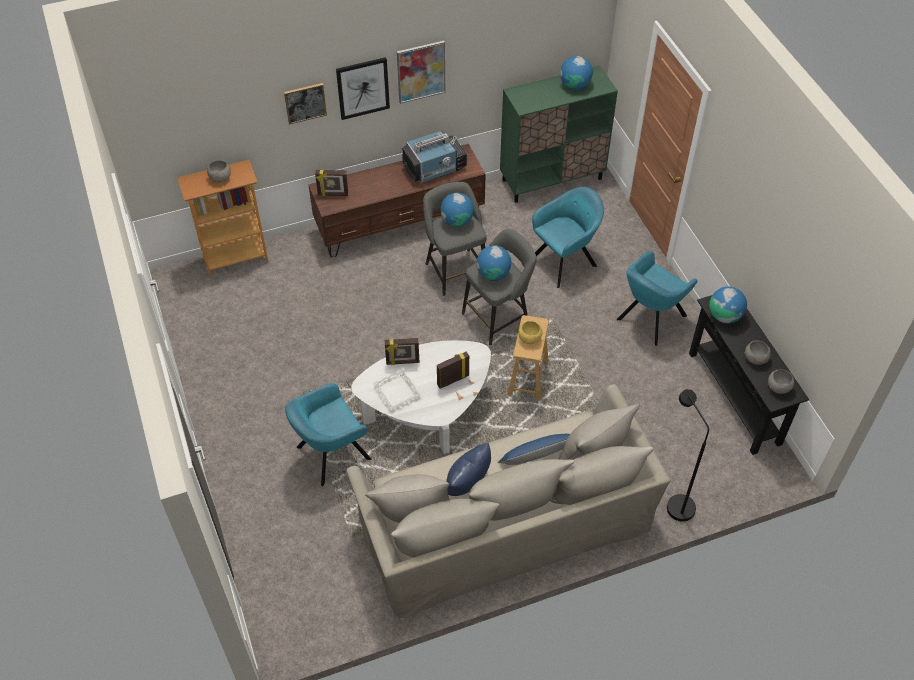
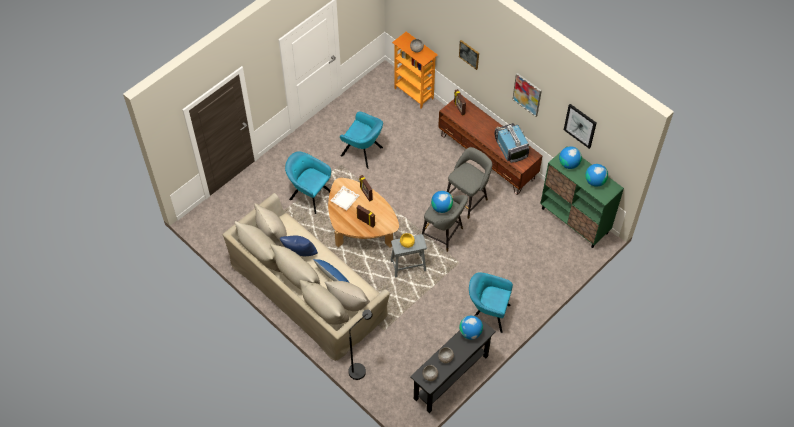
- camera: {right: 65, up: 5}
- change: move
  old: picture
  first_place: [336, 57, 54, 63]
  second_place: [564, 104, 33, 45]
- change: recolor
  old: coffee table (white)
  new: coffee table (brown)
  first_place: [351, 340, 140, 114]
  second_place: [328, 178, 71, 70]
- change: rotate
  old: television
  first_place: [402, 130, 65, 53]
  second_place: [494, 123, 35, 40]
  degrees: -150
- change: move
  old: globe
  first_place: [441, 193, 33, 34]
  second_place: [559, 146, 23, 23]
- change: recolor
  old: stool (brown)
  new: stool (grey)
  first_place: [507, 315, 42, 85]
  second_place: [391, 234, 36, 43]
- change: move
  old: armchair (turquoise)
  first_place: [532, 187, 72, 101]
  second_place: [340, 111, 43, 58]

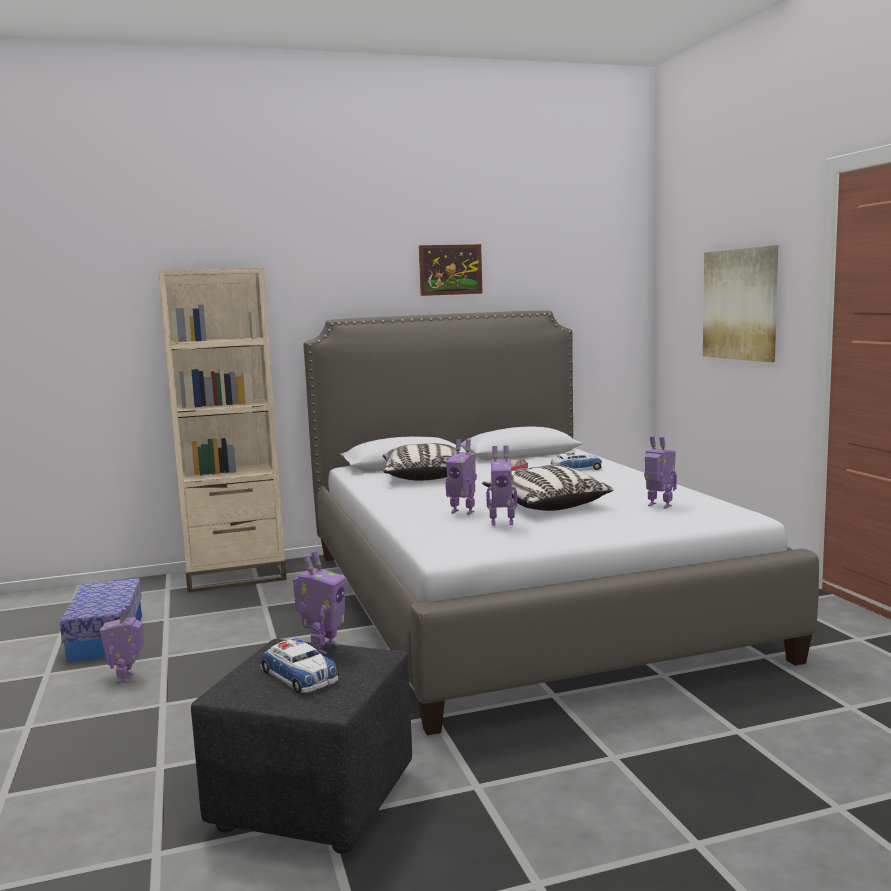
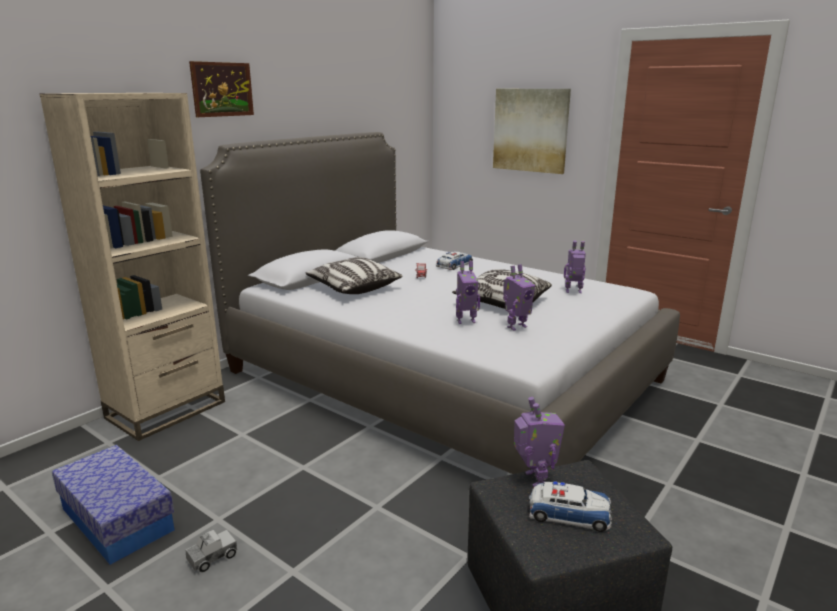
- camera: {right: -35, up: 10}
- change: replace
  old: toy robot
  new: toy truck
  first_place: [99, 604, 45, 80]
  second_place: [186, 530, 51, 42]
- change: move
  old: picture
  first_place: [419, 244, 64, 52]
  second_place: [189, 61, 65, 56]

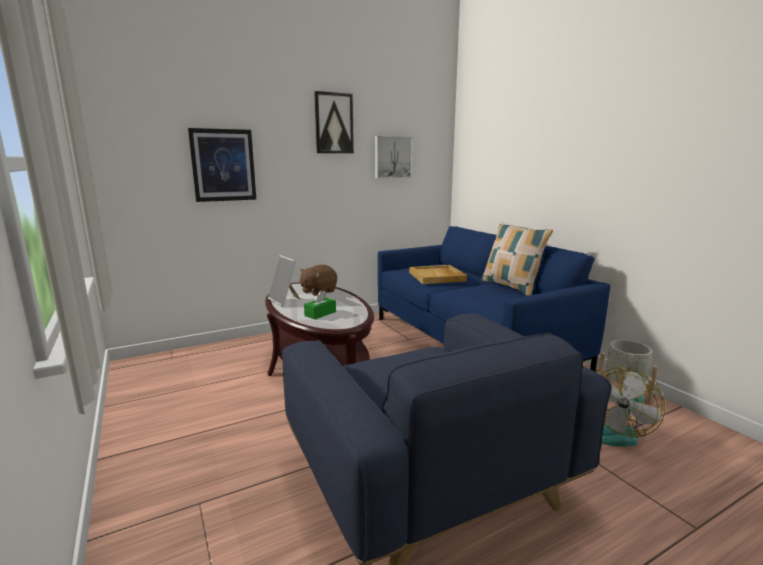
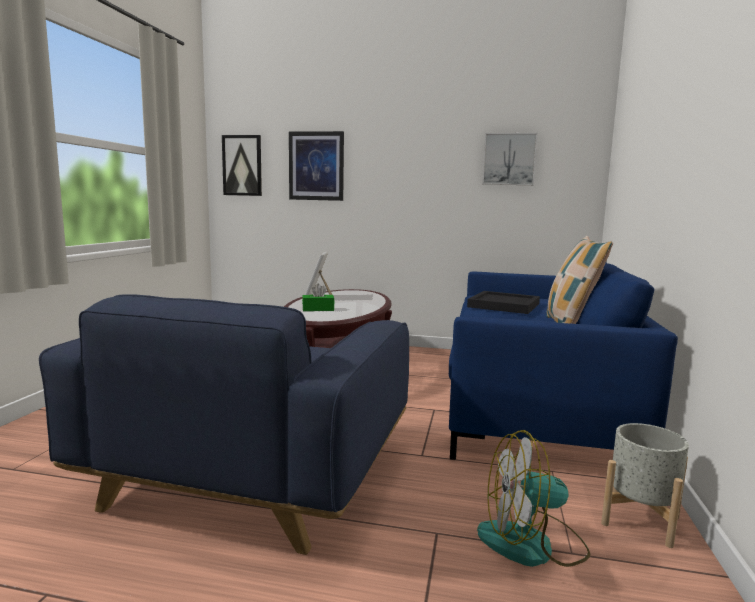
- camera: {right: 40, up: -5}
- change: delete
  old: plush toy (brown)
  first_place: [300, 265, 37, 31]
- change: move
  old: picture
  first_place: [314, 91, 40, 62]
  second_place: [222, 135, 40, 61]
- change: recolor
  old: tray (beige)
  new: tray (black)
  first_place: [409, 265, 58, 19]
  second_place: [467, 291, 73, 23]

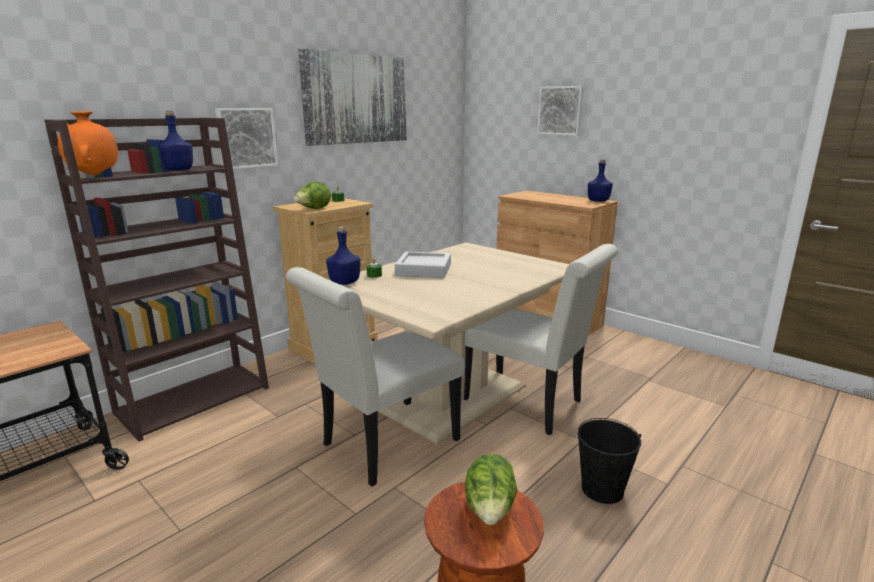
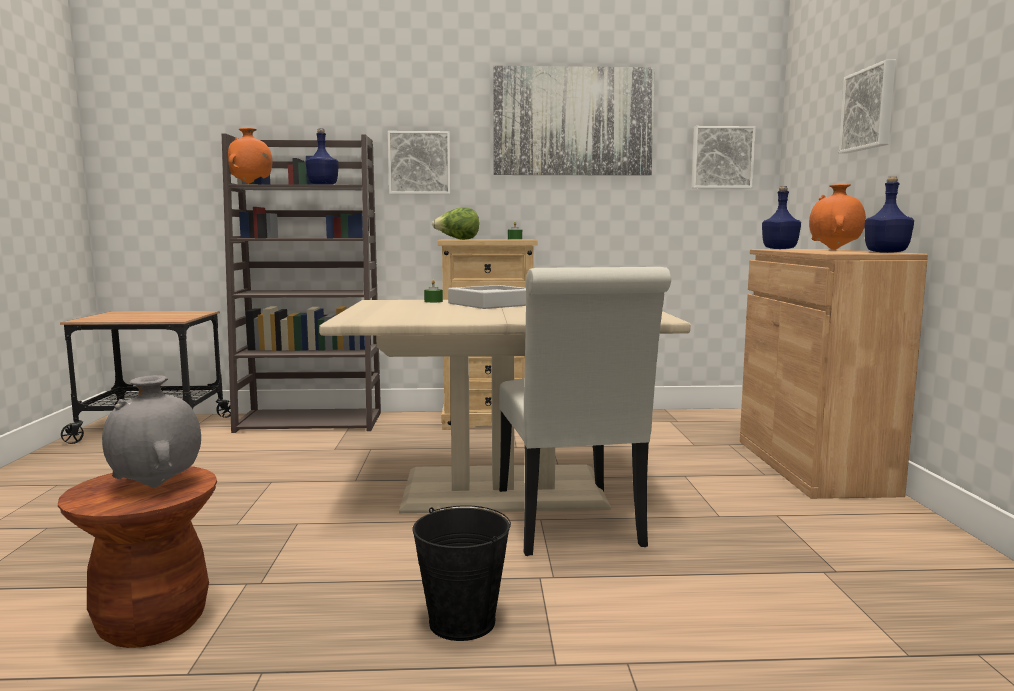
- camera: {right: 45, up: -10}
- change: delete
  old: chair (white)
  first_place: [286, 267, 179, 220]
- change: move
  old: bottle (blue)
  first_place: [326, 227, 35, 58]
  second_place: [762, 186, 39, 63]
- change: replace
  old: lettuce
  new: vase (grey)
  first_place: [465, 454, 52, 71]
  second_place: [102, 375, 99, 112]
- change: insert
  new: picture
  second_place: [691, 126, 65, 63]
- change: insert
  new: vase (orange)
  second_place: [809, 184, 57, 66]

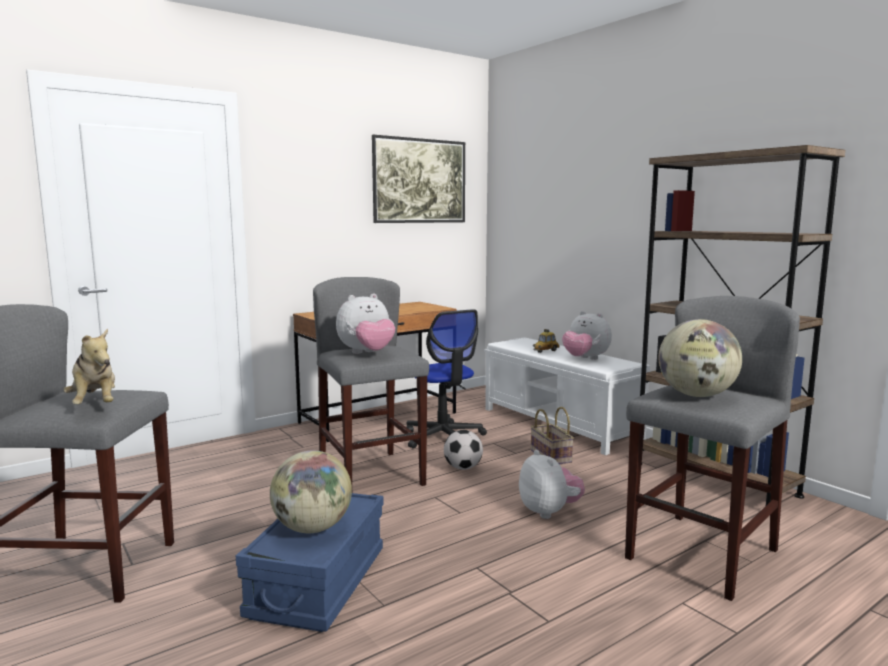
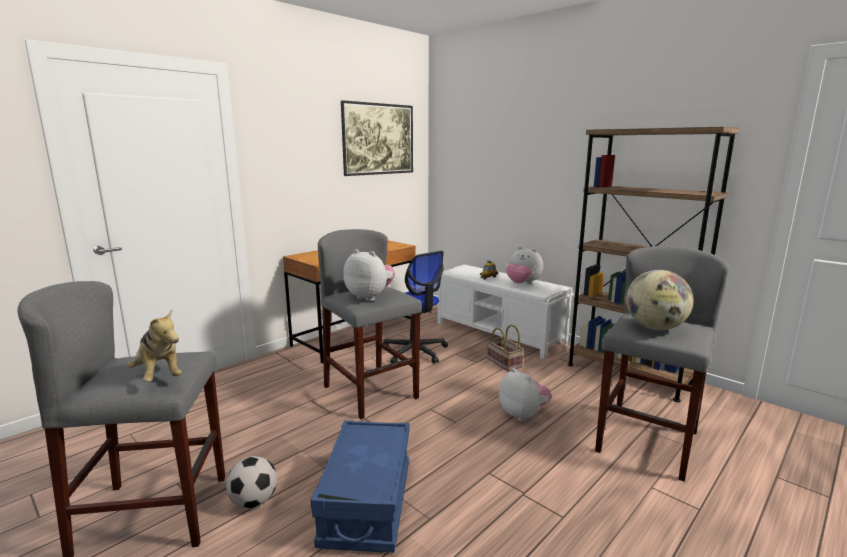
- camera: {right: -10, up: 5}
- change: delete
  old: globe
  first_place: [270, 451, 82, 82]
- change: rotate
  old: plush toy
  first_place: [336, 293, 59, 61]
  second_place: [343, 249, 52, 52]
  degrees: -105
- change: move
  old: football
  first_place: [444, 430, 39, 40]
  second_place: [226, 456, 51, 52]

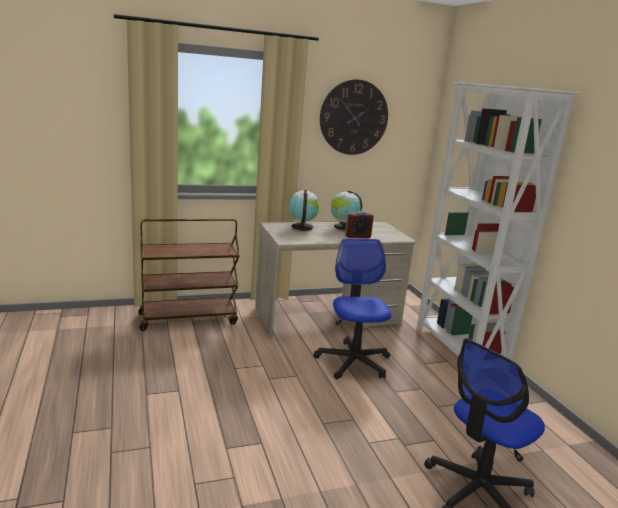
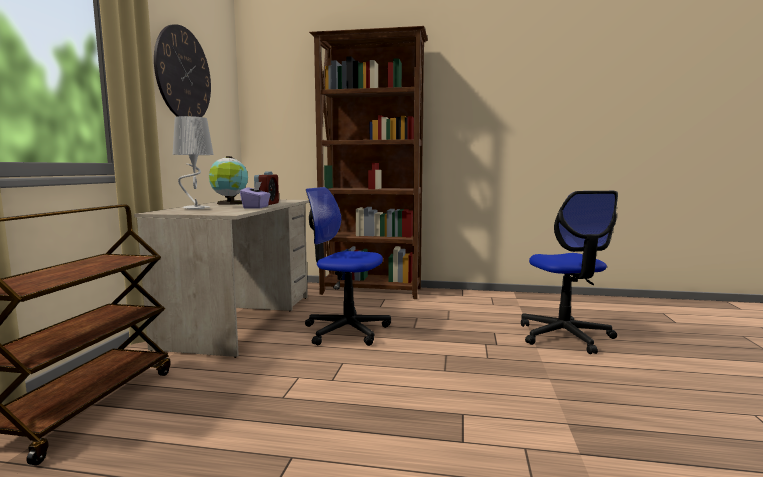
- camera: {right: -60, up: -10}
- change: replace
  old: globe
  new: table lamp (grey)
  first_place: [289, 190, 30, 41]
  second_place: [173, 116, 41, 93]
- change: recolor
  old: bookcase (white)
  new: bookcase (brown)
  first_place: [417, 82, 162, 278]
  second_place: [309, 26, 119, 273]
- change: insert
  new: tissue box (purple)
  second_place: [240, 182, 31, 27]

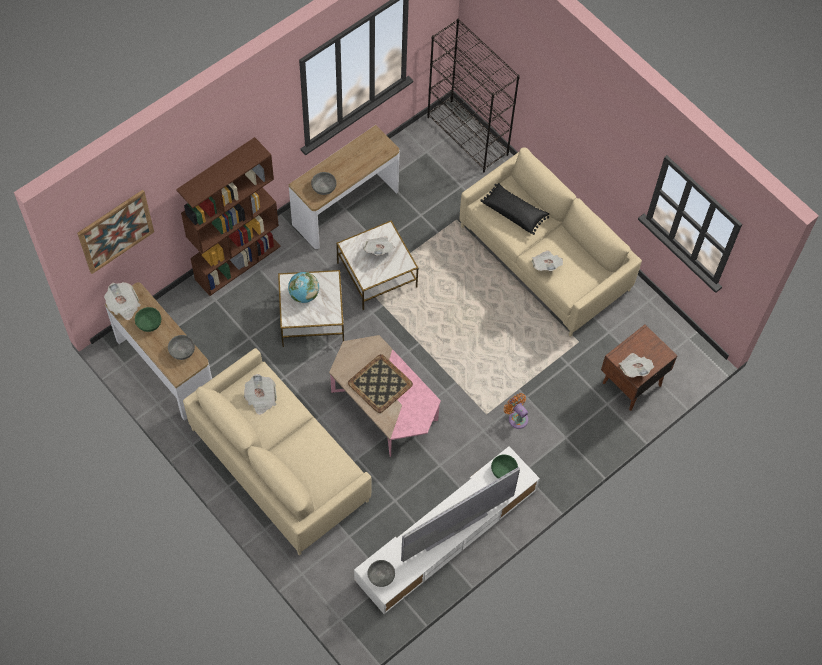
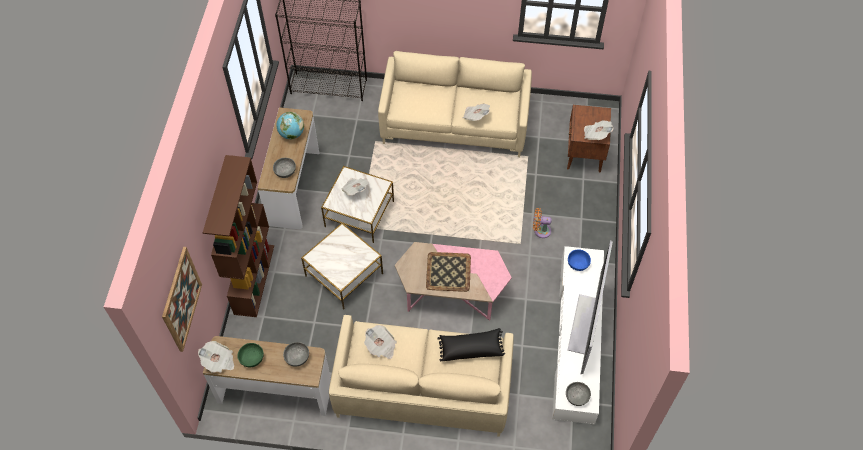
- camera: {right: -40, up: -5}
- change: move
  old: globe
  first_place: [288, 272, 31, 31]
  second_place: [277, 112, 27, 28]
- change: move
  old: pillow (black)
  first_place: [480, 183, 69, 52]
  second_place: [437, 328, 68, 34]
- change: recolor
  old: bowl (green)
  new: bowl (blue)
  first_place: [491, 454, 27, 25]
  second_place: [568, 249, 23, 22]

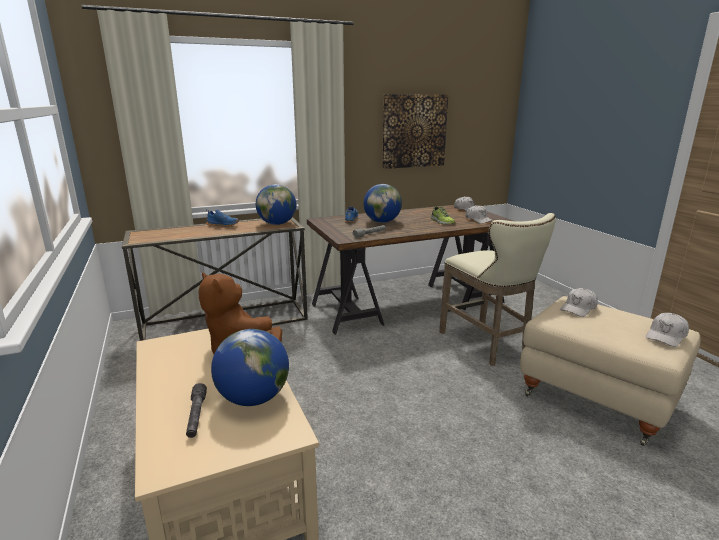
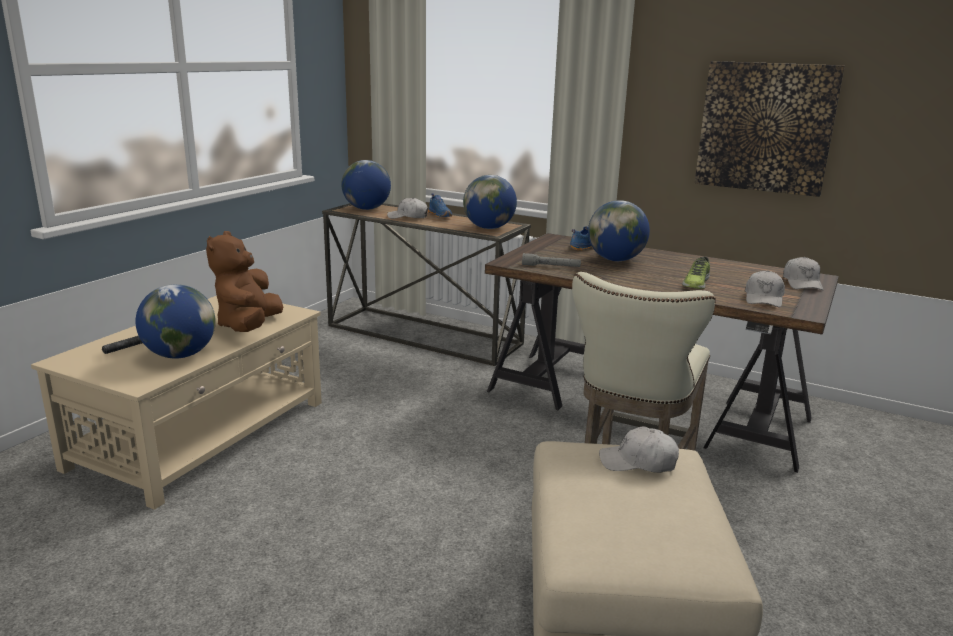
- camera: {right: 50, up: 0}
- change: move
  old: cap (white)
  first_place: [646, 313, 43, 34]
  second_place: [387, 198, 41, 21]
- change: insert
  new: globe
  second_place: [341, 160, 50, 50]

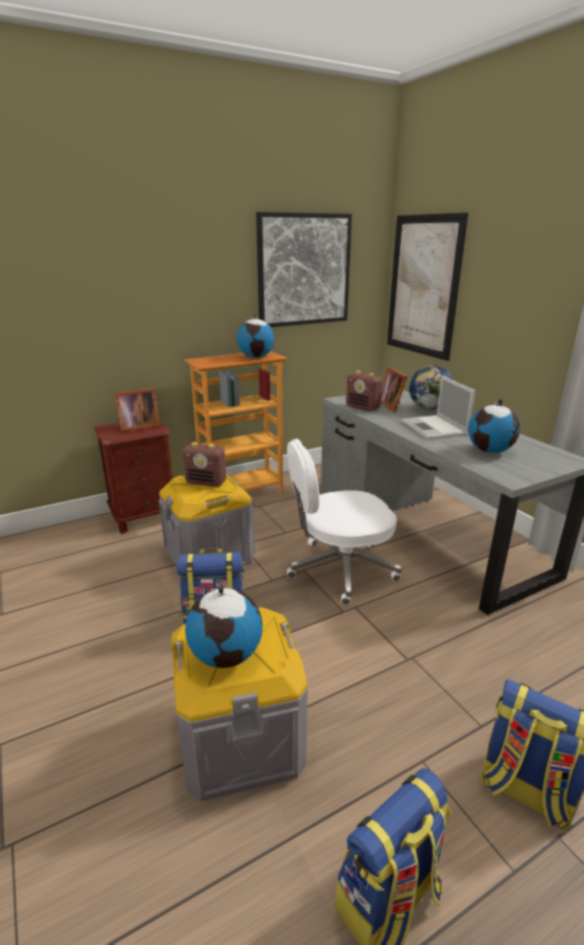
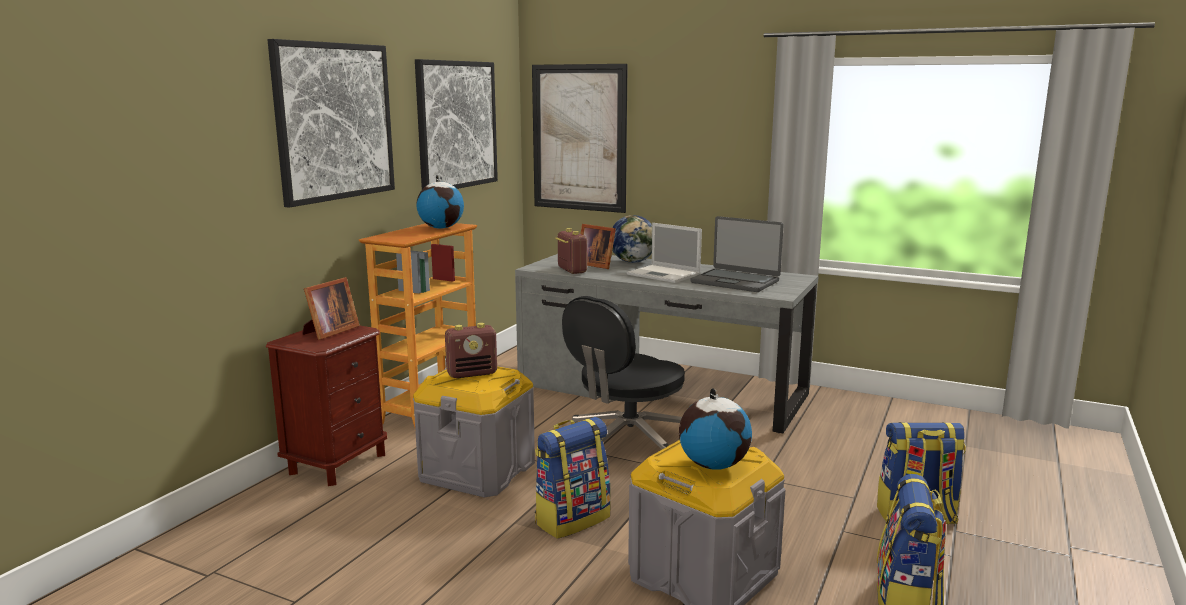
- camera: {right: -35, up: -10}
- change: recolor
  old: office chair (white)
  new: office chair (black)
  first_place: [287, 439, 115, 166]
  second_place: [562, 296, 123, 153]
- change: rotate
  old: radio
  first_place: [346, 371, 36, 40]
  second_place: [555, 228, 32, 46]
  degrees: -120
- change: replace
  old: globe
  new: laptop
  first_place: [468, 399, 52, 54]
  second_place: [690, 216, 93, 76]
- change: insert
  new: picture
  second_place: [267, 39, 128, 169]

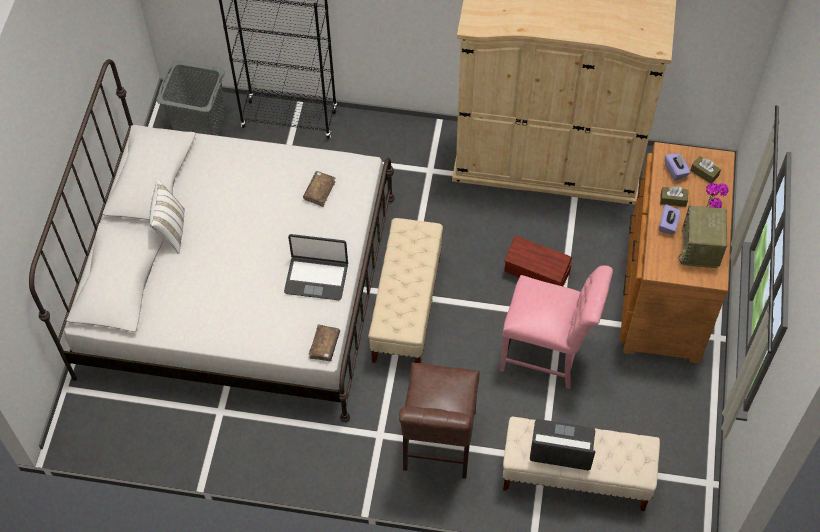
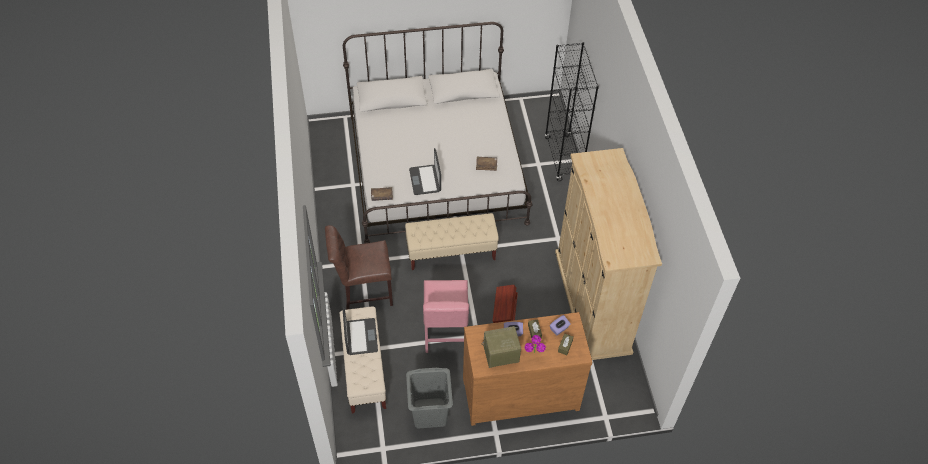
- camera: {right: 70, up: -5}
- change: delete
  old: pillow (white)
  first_place: [149, 180, 36, 74]
- change: move
  old: laundry basket (grey)
  first_place: [156, 60, 69, 76]
  second_place: [406, 368, 47, 60]

